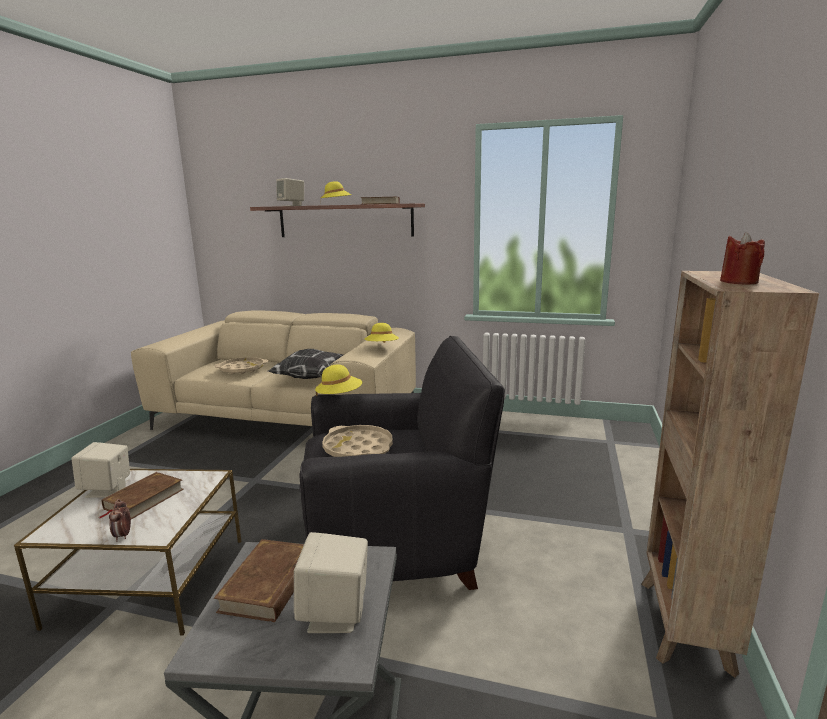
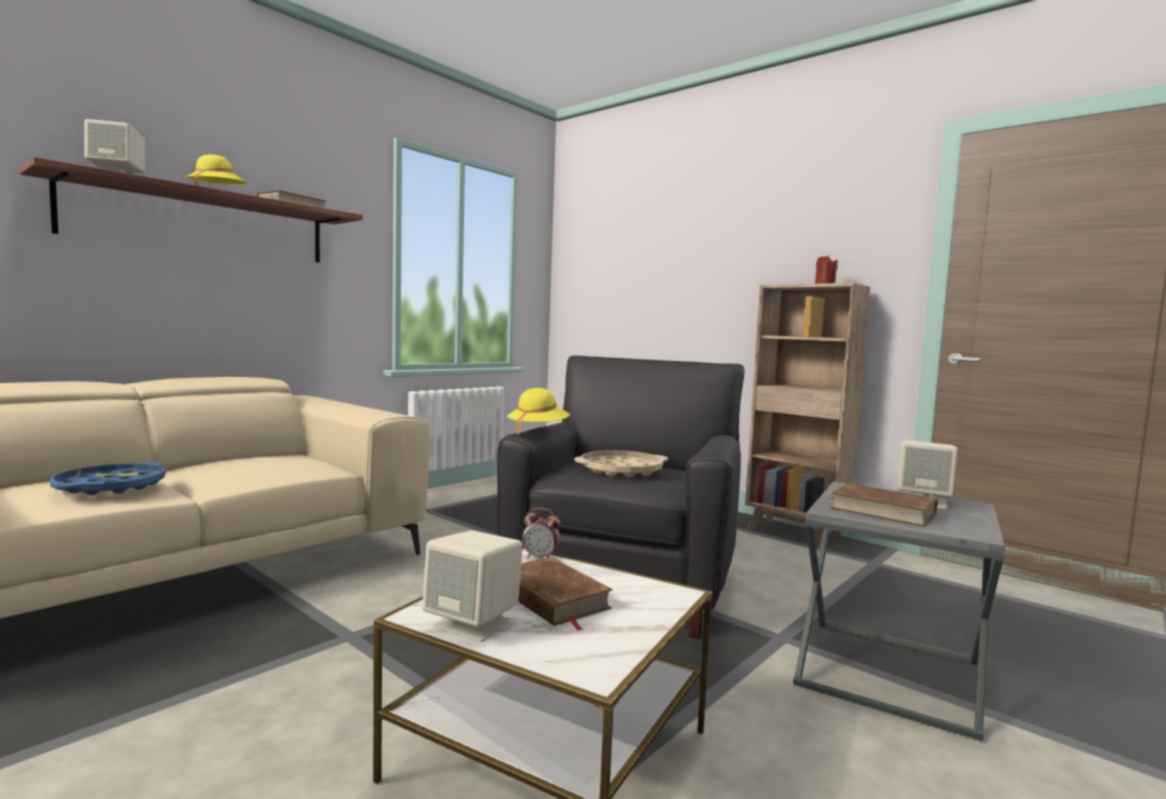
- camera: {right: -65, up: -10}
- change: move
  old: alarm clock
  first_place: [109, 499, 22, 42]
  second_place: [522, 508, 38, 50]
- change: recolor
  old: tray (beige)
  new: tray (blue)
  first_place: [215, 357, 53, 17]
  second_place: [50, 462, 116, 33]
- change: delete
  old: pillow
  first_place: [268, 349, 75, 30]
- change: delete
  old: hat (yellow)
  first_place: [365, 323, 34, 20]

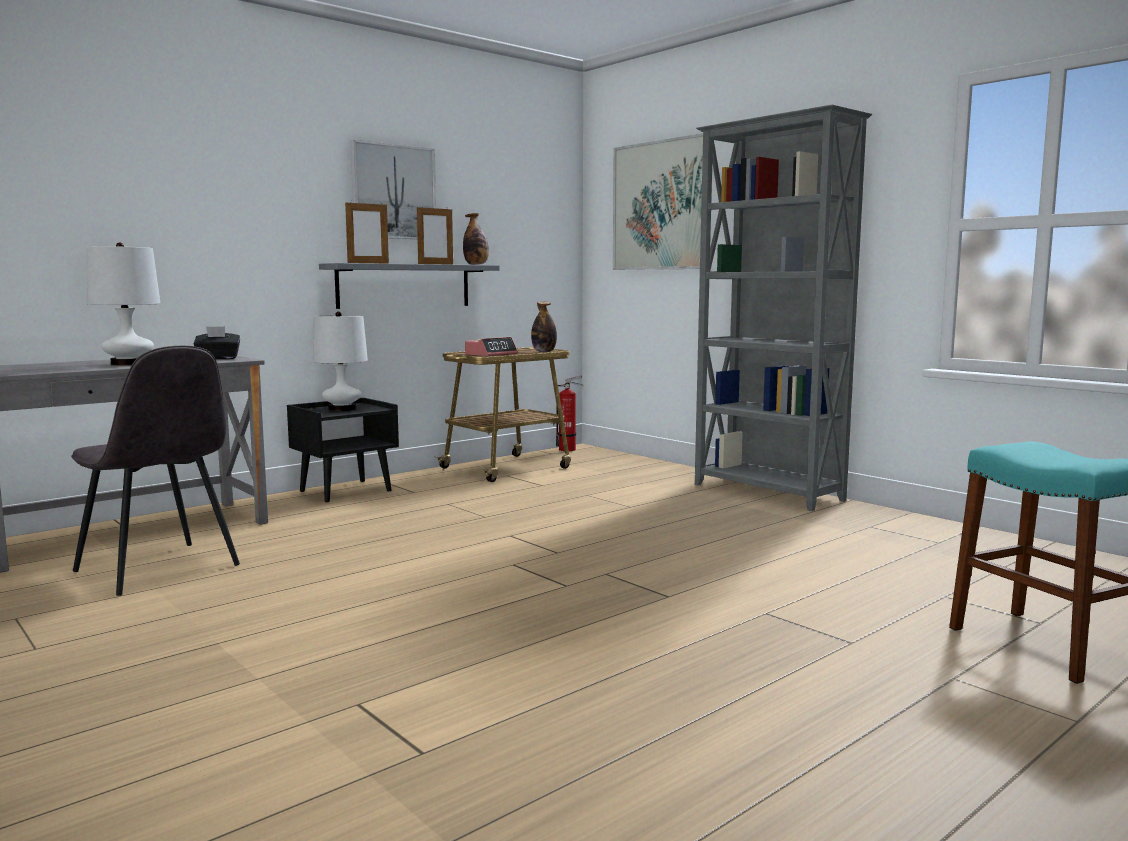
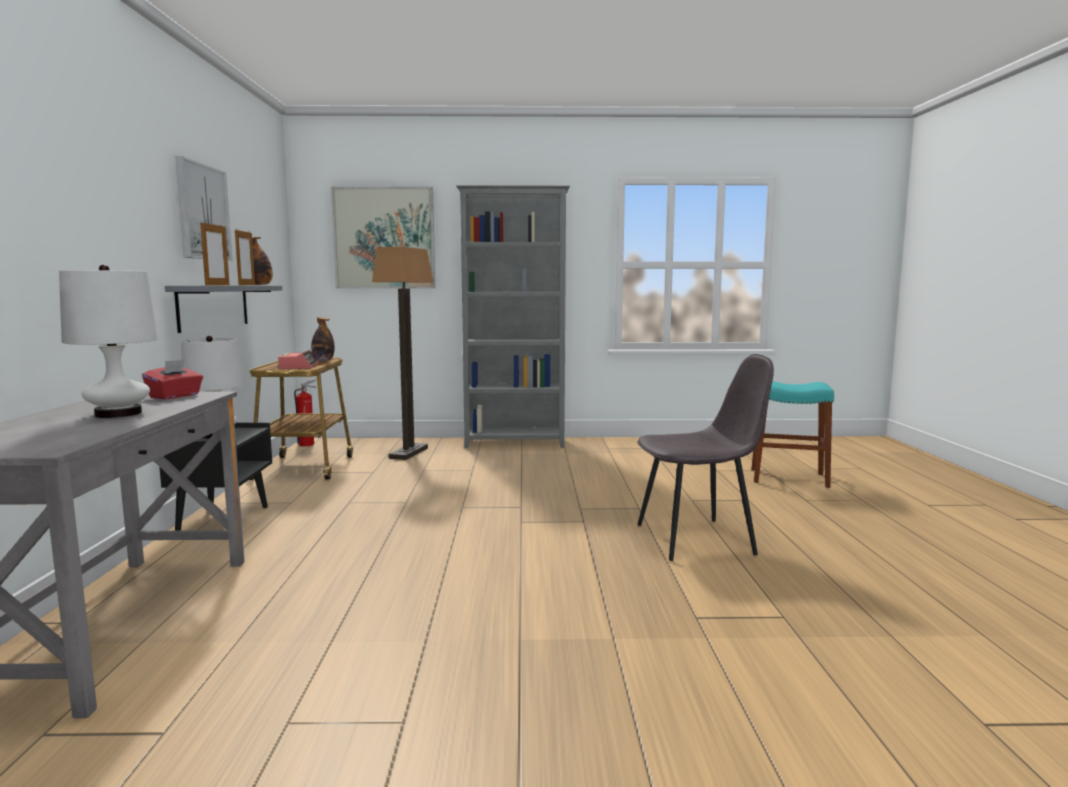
- camera: {right: -50, up: 0}
- change: move
  old: chair (grey)
  first_place: [71, 346, 169, 250]
  second_place: [637, 354, 137, 207]
- change: recolor
  old: tissue box (black)
  new: tissue box (red)
  first_place: [194, 326, 46, 33]
  second_place: [142, 359, 61, 40]
- change: insert
  new: floor lamp
  second_place: [372, 246, 61, 214]

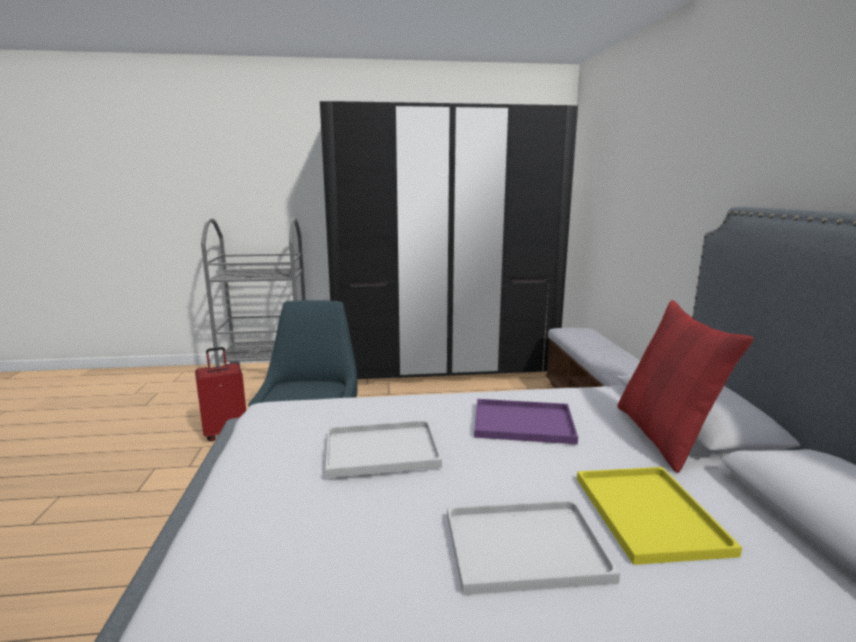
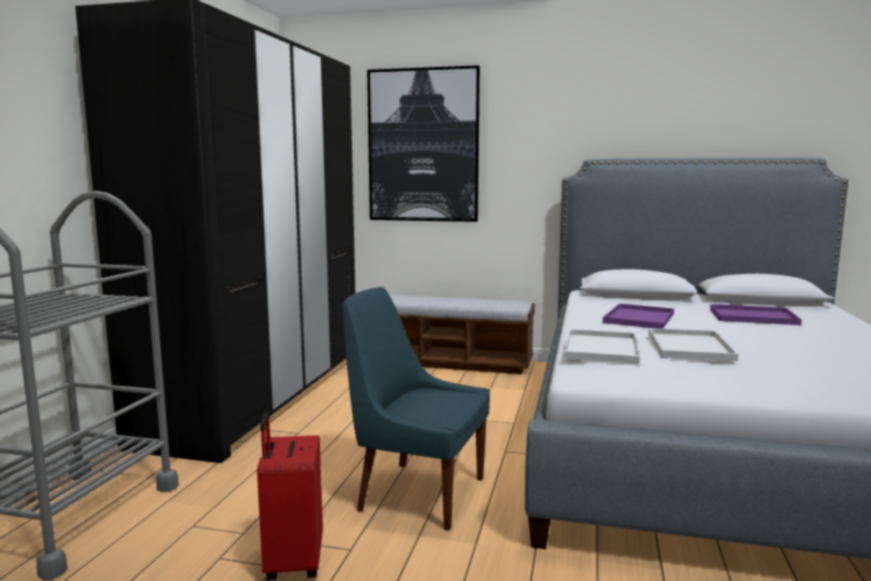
- camera: {right: -70, up: -5}
- change: move
  old: tray (white)
  first_place: [447, 500, 173, 95]
  second_place: [564, 329, 76, 35]
- change: recolor
  old: tray (yellow)
  new: tray (purple)
  first_place: [577, 467, 165, 98]
  second_place: [710, 304, 92, 21]
- change: delete
  old: pillow (red)
  first_place: [617, 300, 137, 173]
- change: insert
  new: picture
  second_place: [367, 65, 113, 157]

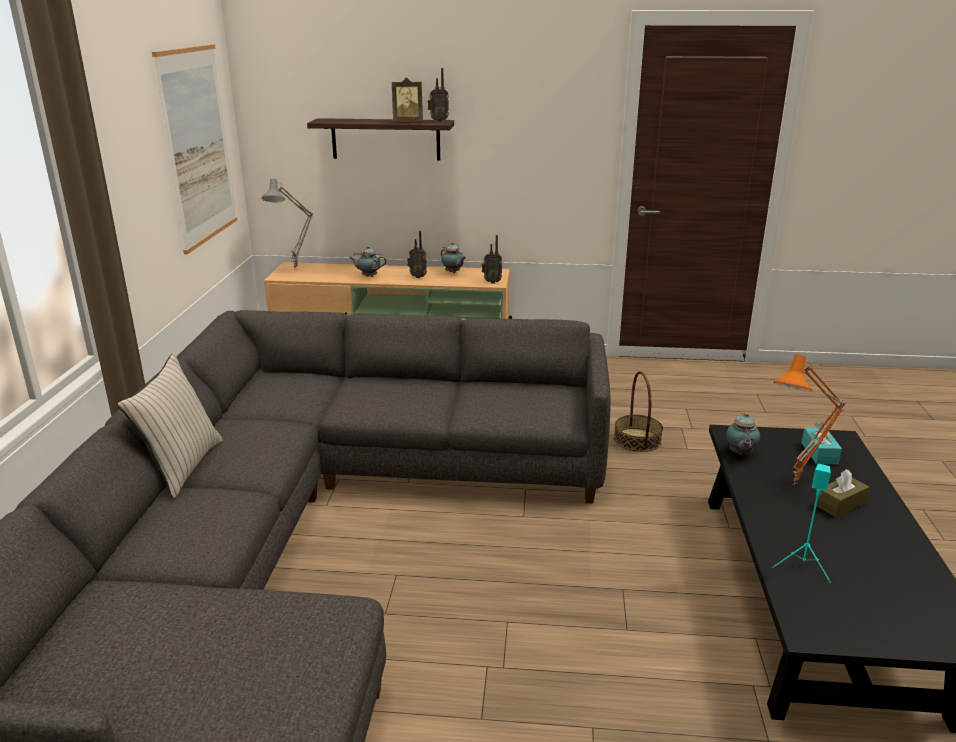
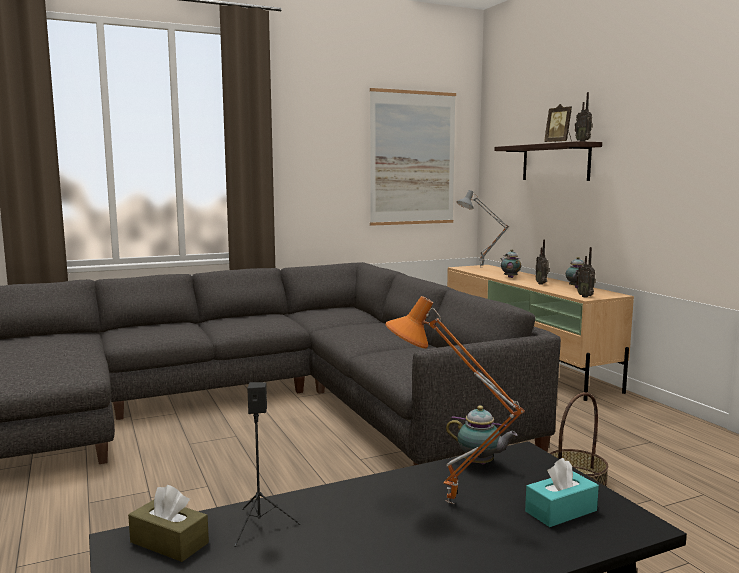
- camera: {right: 60, up: -15}
- change: delete
  old: pillow (beige)
  first_place: [117, 353, 106, 146]
- change: rotate
  old: teapot
  first_place: [726, 412, 34, 43]
  second_place: [446, 405, 71, 60]
  degrees: -135
- change: recolor
  old: speaker (turquoise)
  new: speaker (black)
  first_place: [772, 464, 59, 119]
  second_place: [234, 382, 66, 165]
- change: move
  old: tissue box (brown)
  first_place: [817, 469, 52, 48]
  second_place: [128, 485, 81, 77]

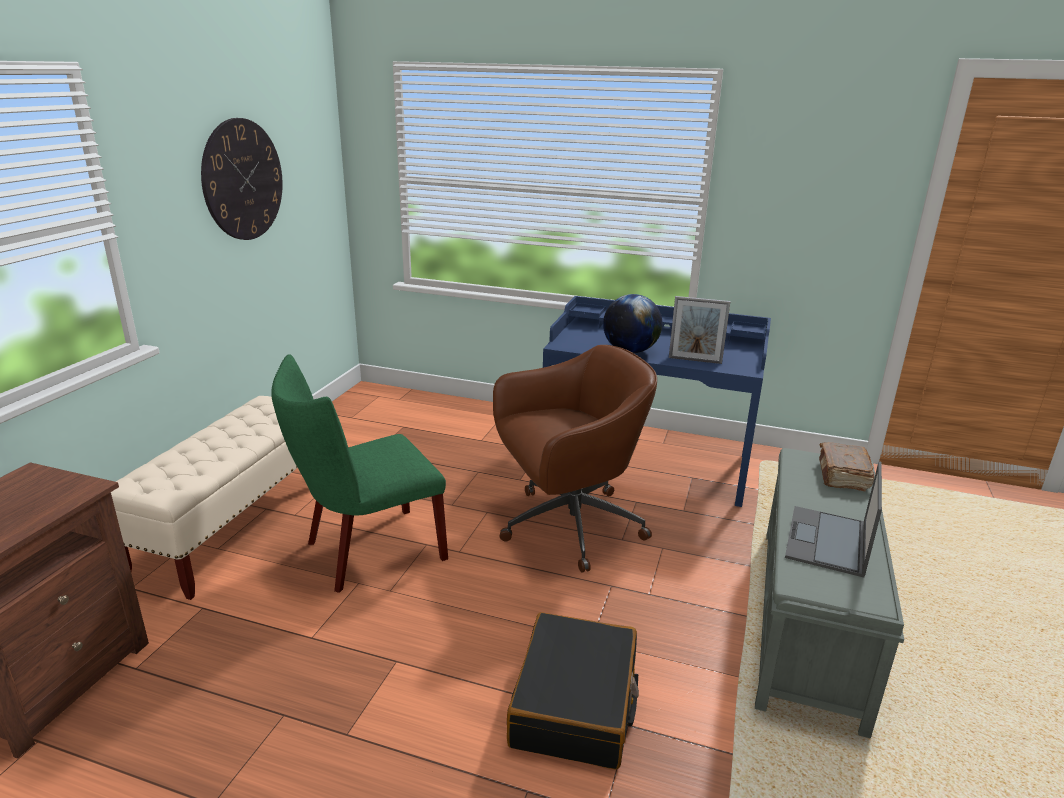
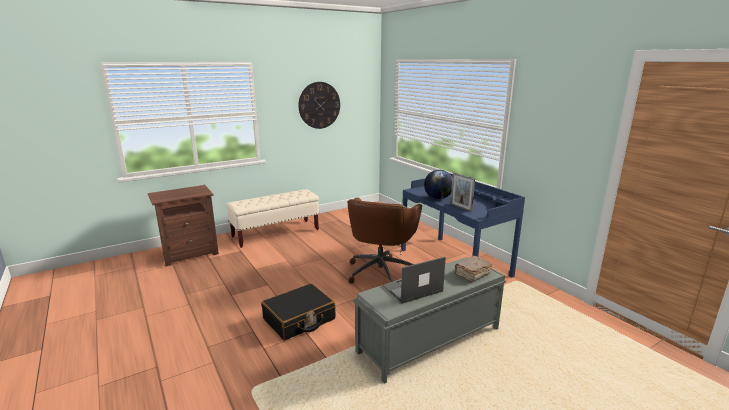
- camera: {right: 40, up: -5}
- change: delete
  old: chair (green)
  first_place: [271, 354, 177, 239]
- change: rotate
  old: office chair (brown)
  first_place: [493, 345, 164, 227]
  second_place: [347, 197, 75, 87]
  degrees: 90

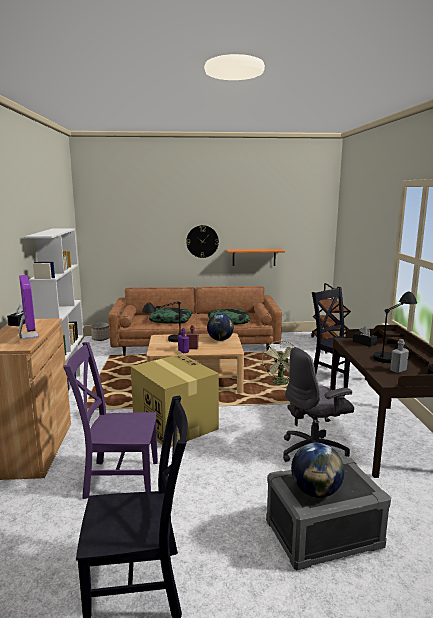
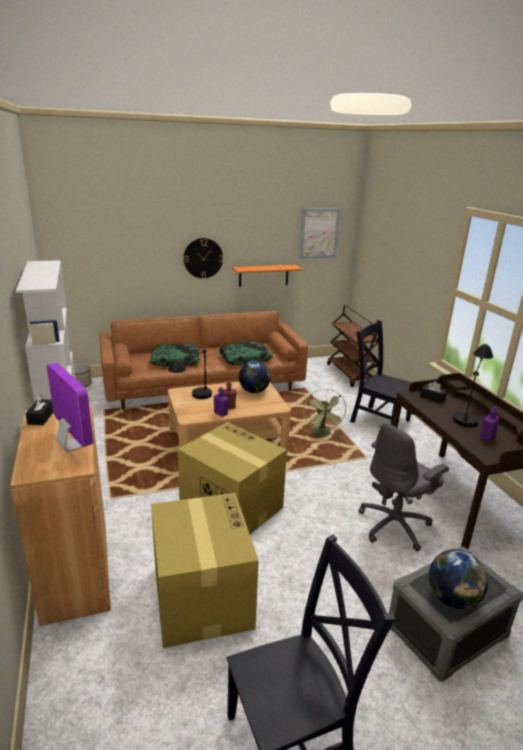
- camera: {right: -15, up: 10}
- change: replace
  old: chair (purple)
  new: cardboard box
  first_place: [63, 342, 95, 157]
  second_place: [151, 493, 108, 155]
- change: recolor
  old: bottle (grey)
  new: bottle (purple)
  first_place: [390, 339, 19, 34]
  second_place: [480, 406, 20, 36]
- change: insert
  new: picture
  second_place: [299, 208, 42, 51]

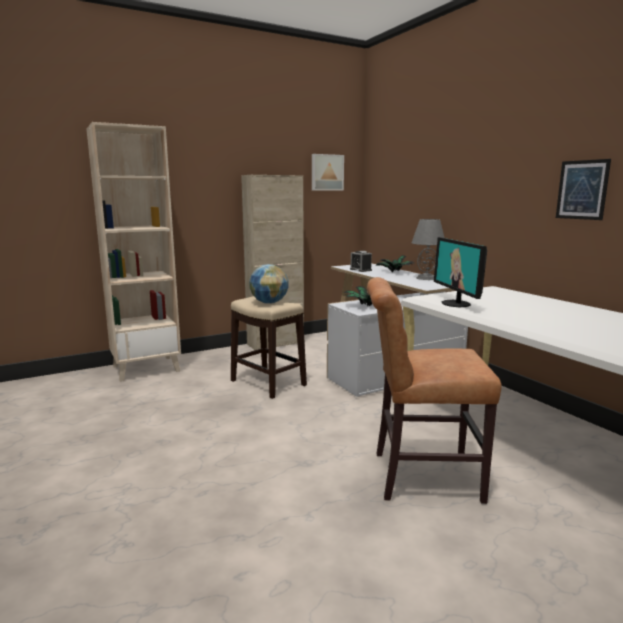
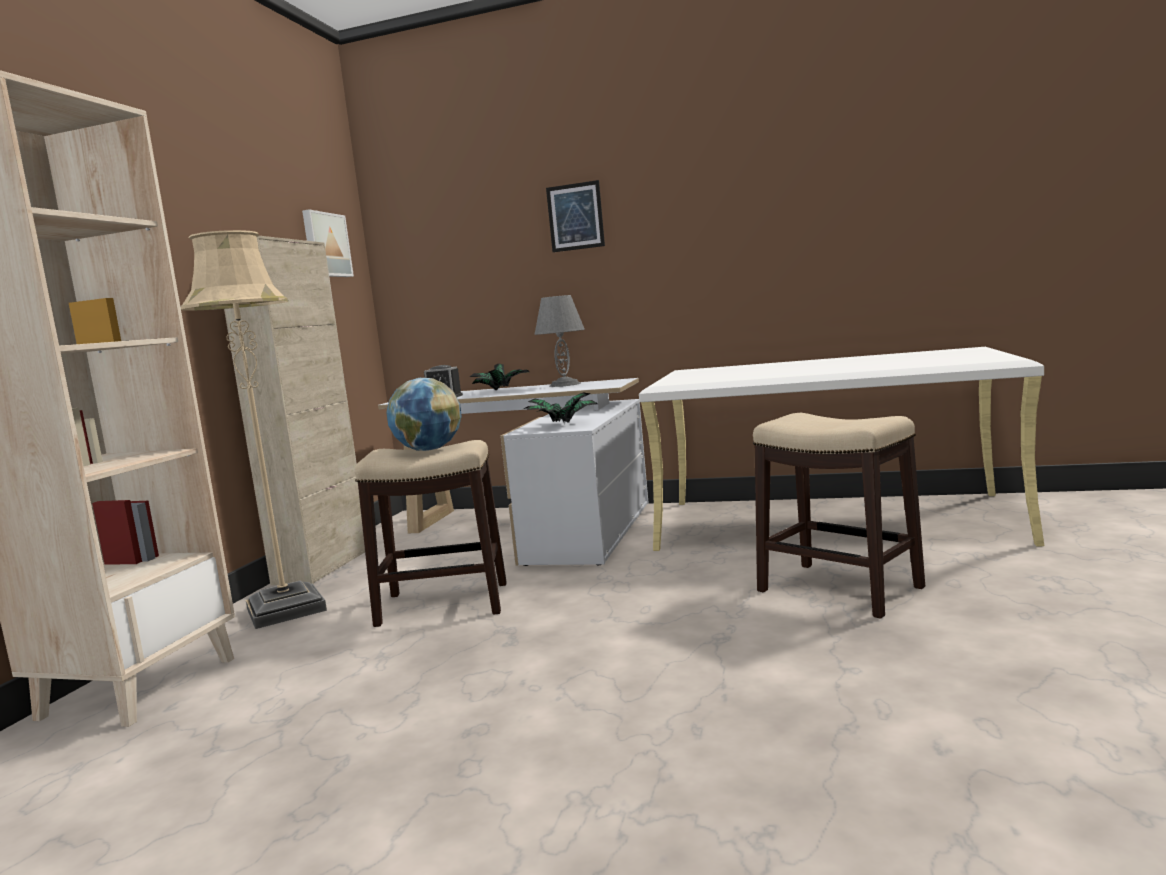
- camera: {right: -45, up: -5}
- change: replace
  old: chair (brown)
  new: stool
  first_place: [367, 277, 135, 227]
  second_place: [753, 413, 172, 206]
- change: delete
  old: monitor
  first_place: [434, 237, 53, 70]
- change: move
  old: picture
  first_place: [556, 159, 55, 61]
  second_place: [546, 180, 59, 72]
- change: insert
  new: floor lamp (beige)
  second_place: [180, 230, 147, 399]

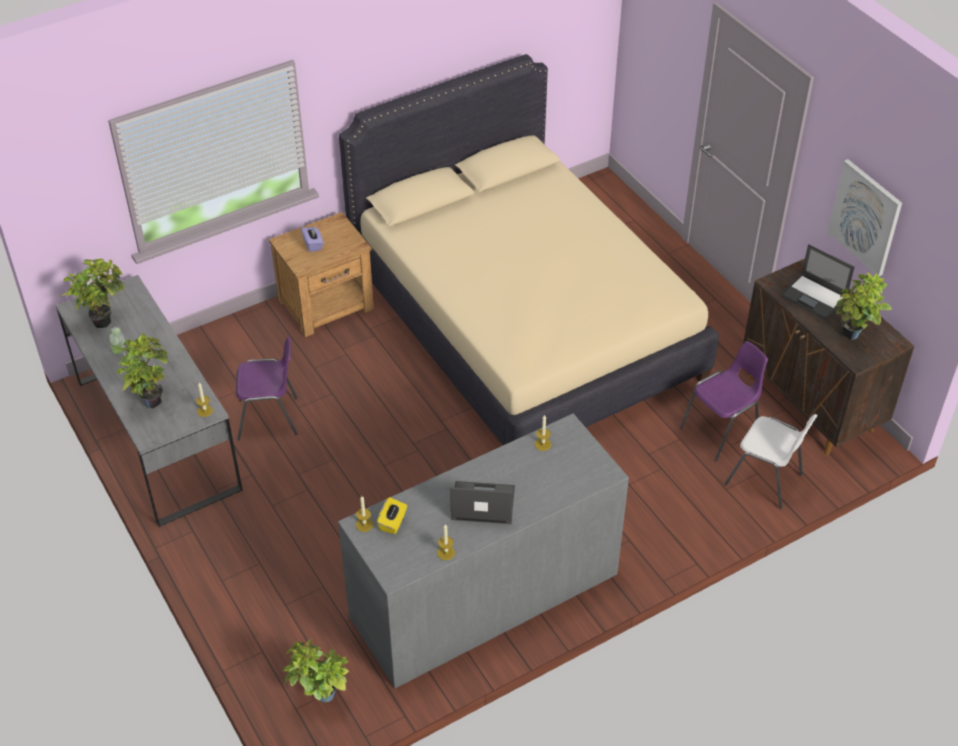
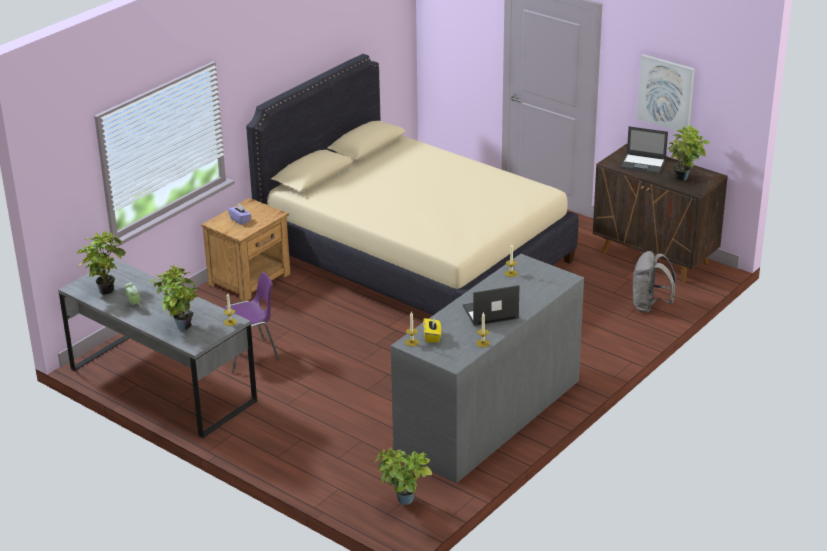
- camera: {right: -20, up: -15}
- change: delete
  old: chair (purple)
  first_place: [680, 341, 88, 120]
- change: replace
  old: chair (white)
  new: backpack (grey)
  first_place: [724, 414, 93, 95]
  second_place: [633, 251, 43, 62]

